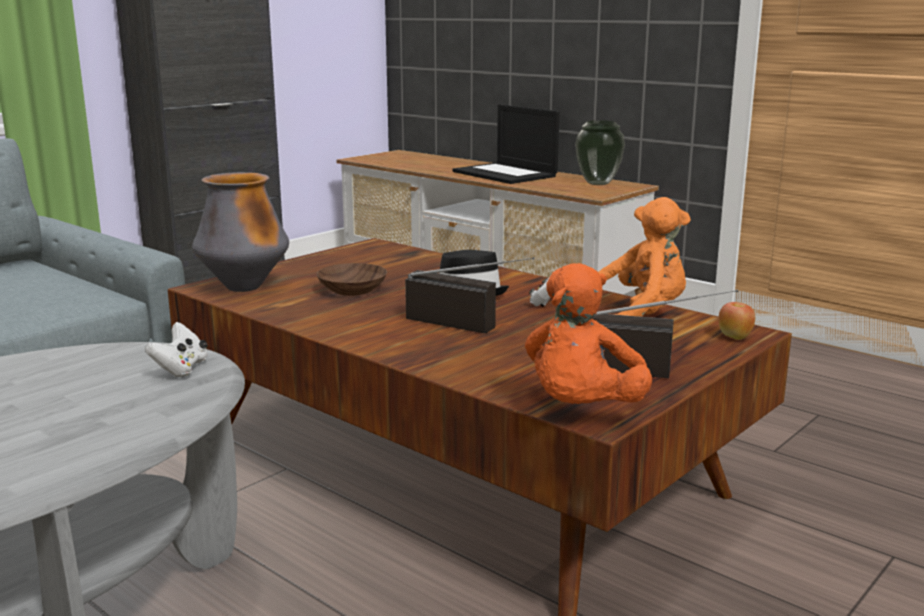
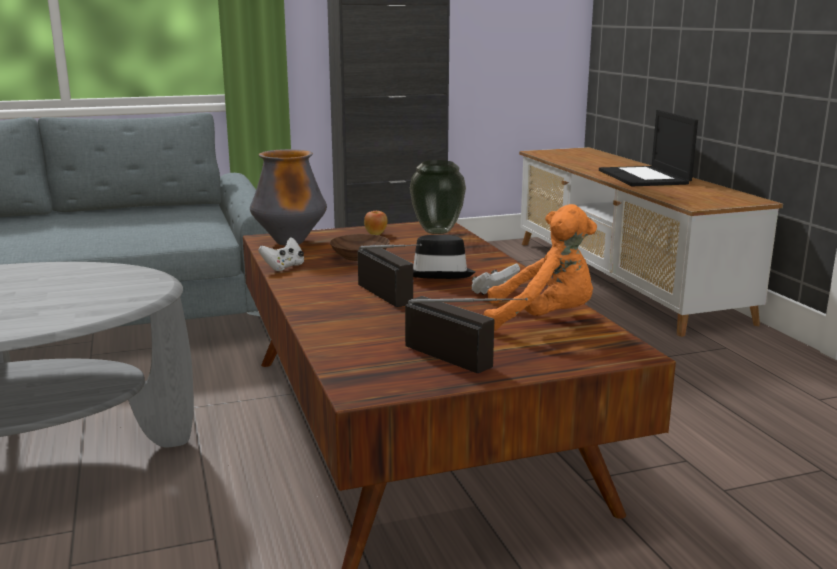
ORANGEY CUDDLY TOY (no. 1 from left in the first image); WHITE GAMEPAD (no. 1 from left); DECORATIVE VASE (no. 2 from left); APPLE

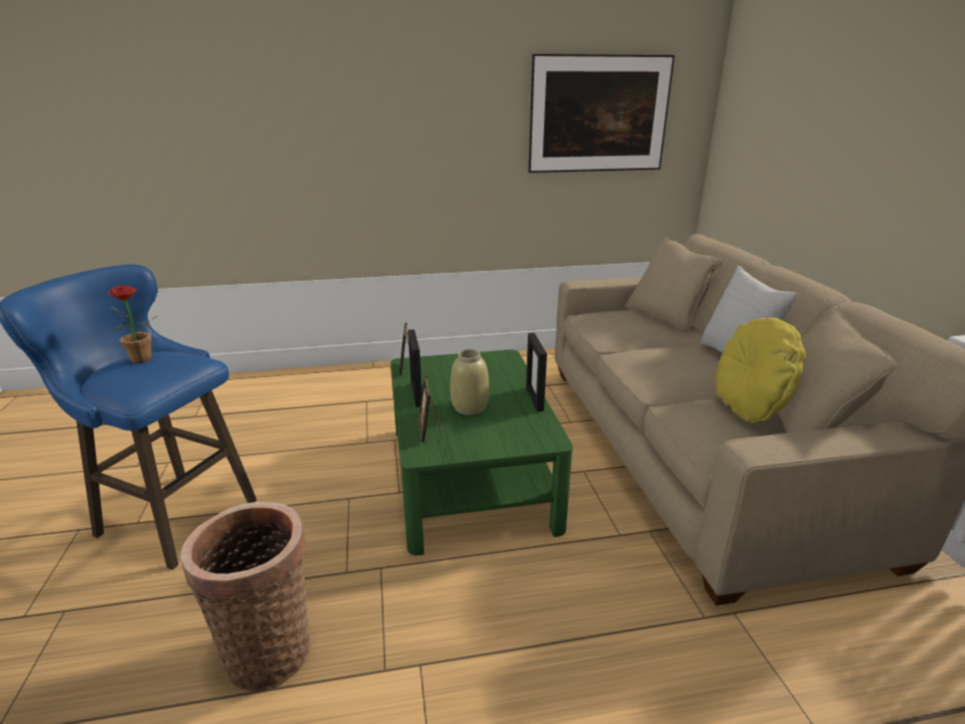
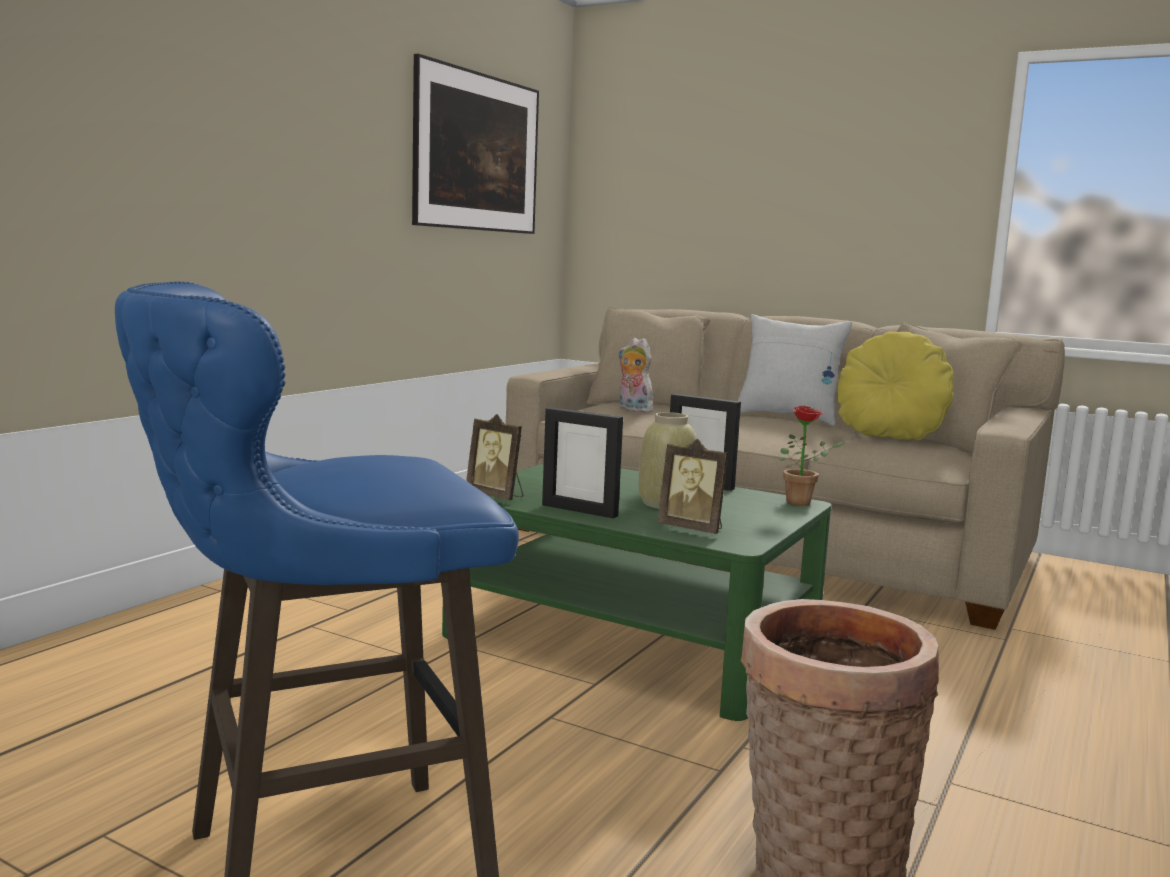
CUDDLY TOY; POTTED PLANT

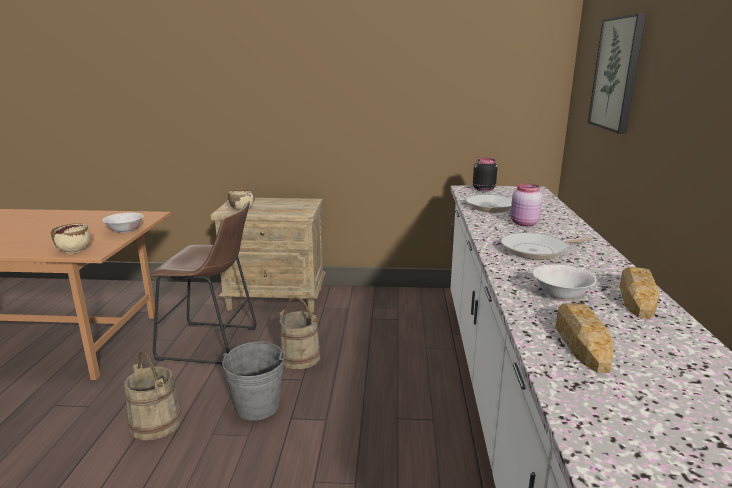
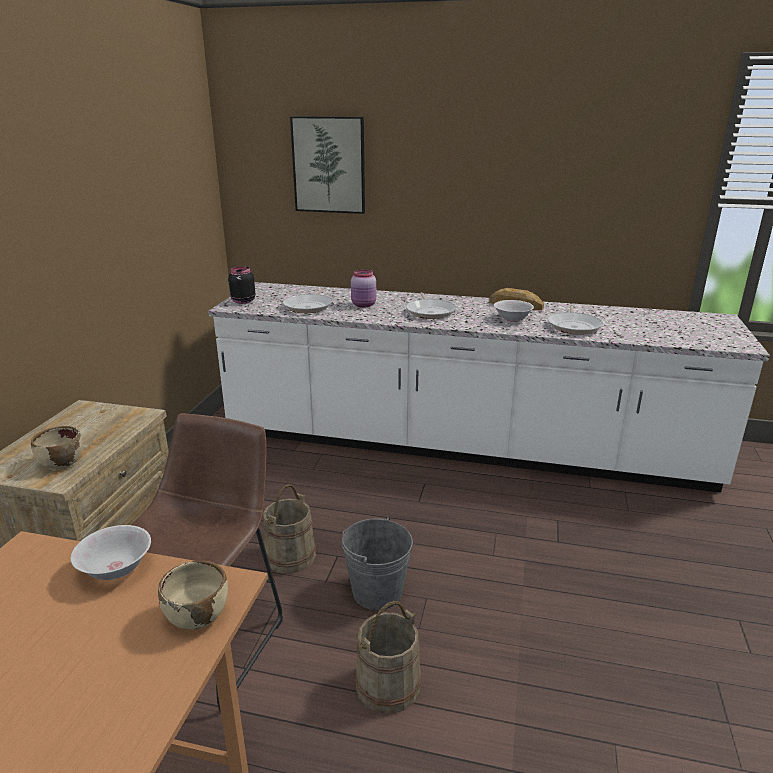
SKILLET (no. 3 from left)

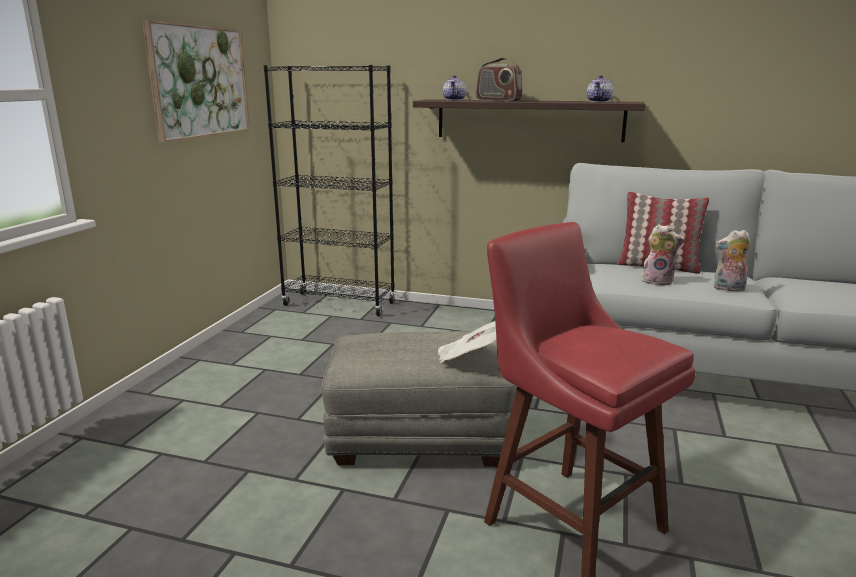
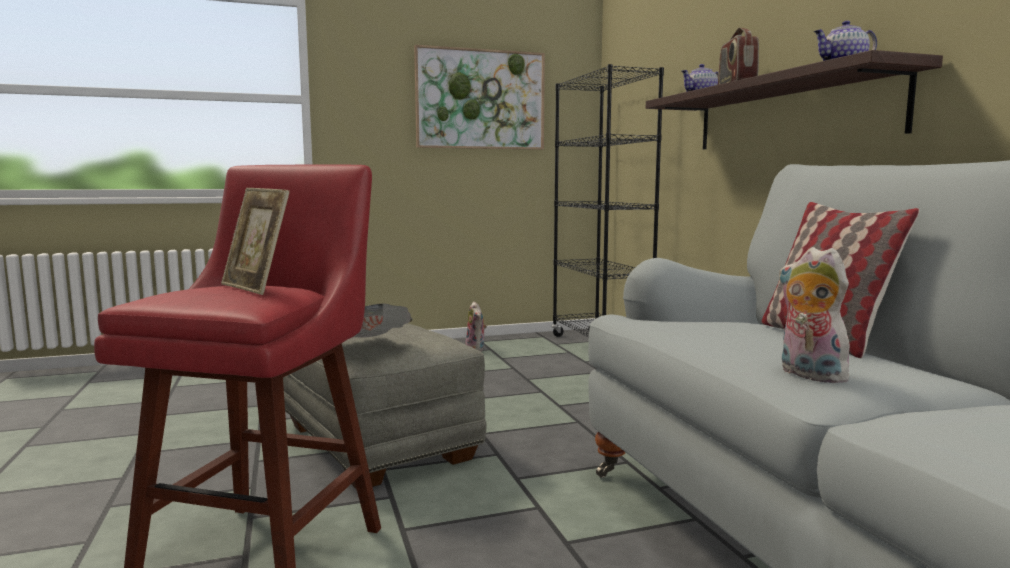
PHOTO FRAME; CUDDLY TOY (no. 1 from left)

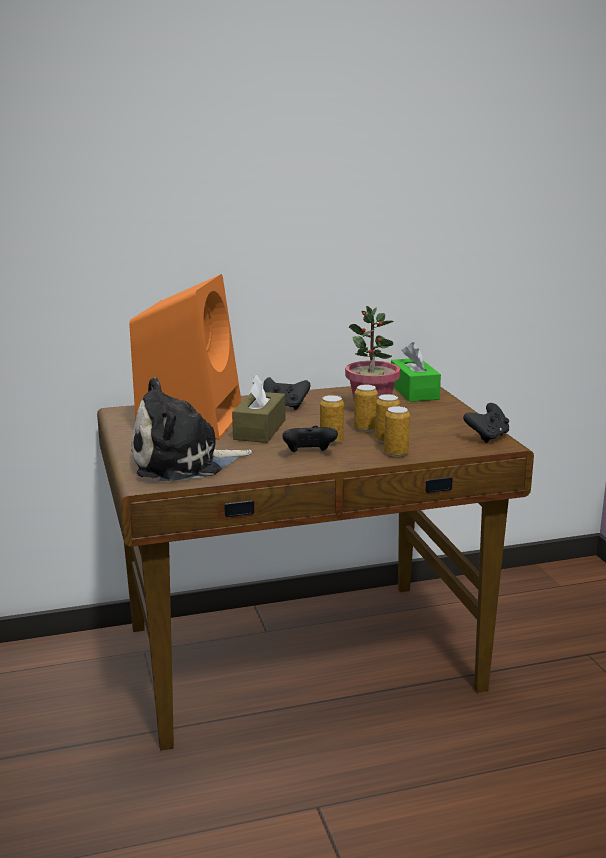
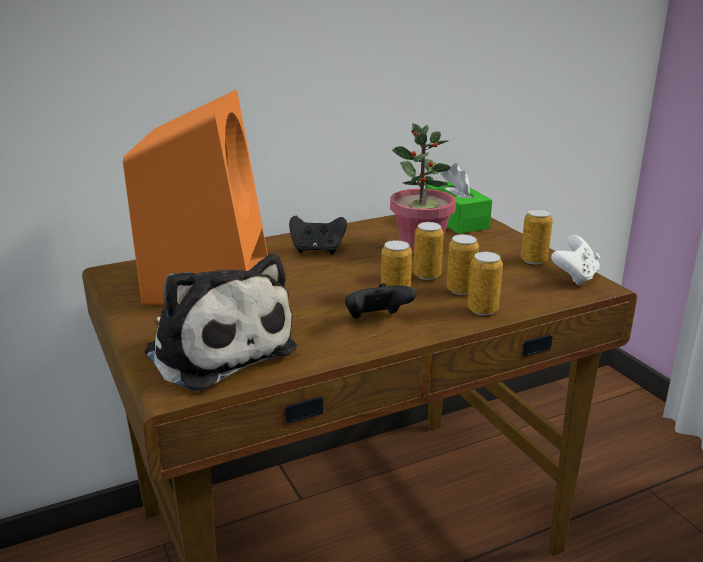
BROWN TISSUE HOLDER; CAN (no. 5 from left); WHITE GAMEPAD; CUDDLY TOY

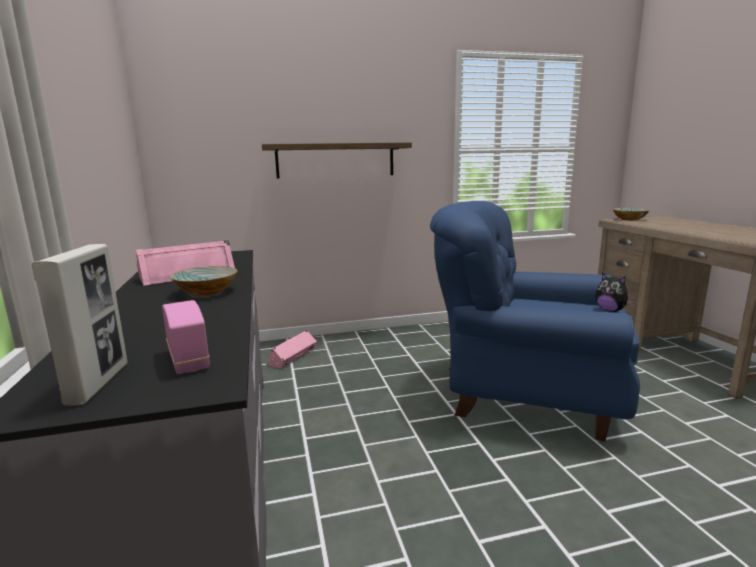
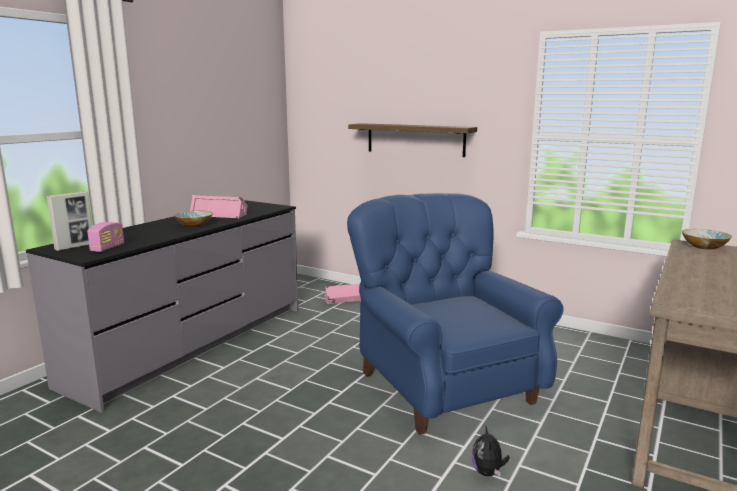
CUDDLY TOY

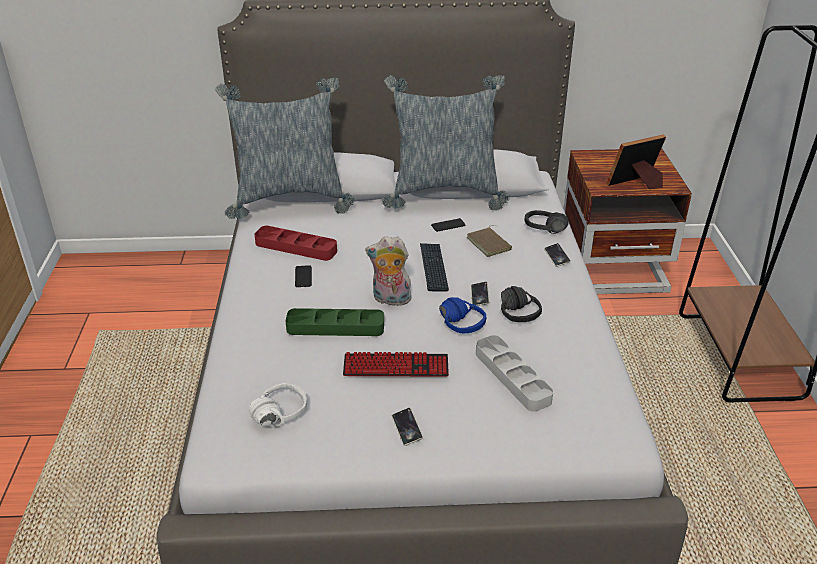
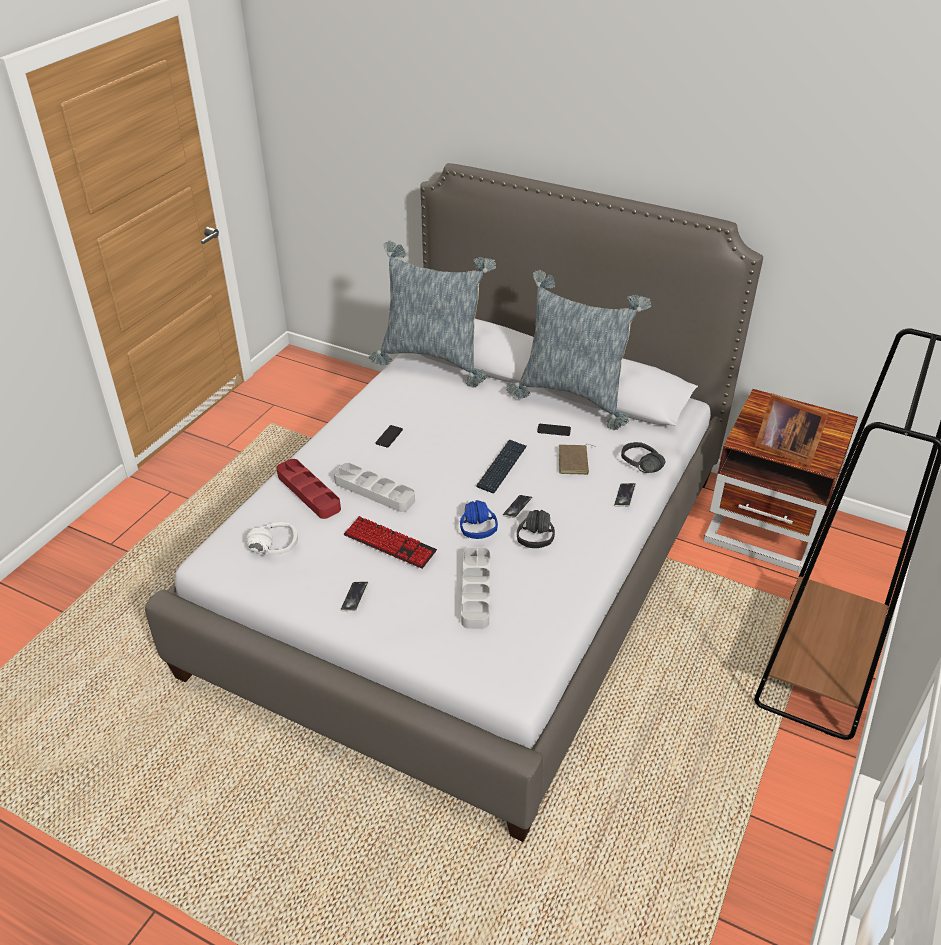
CUDDLY TOY; RED TRAY; GRAY TRAY (no. 1 from left); PHOTO FRAME

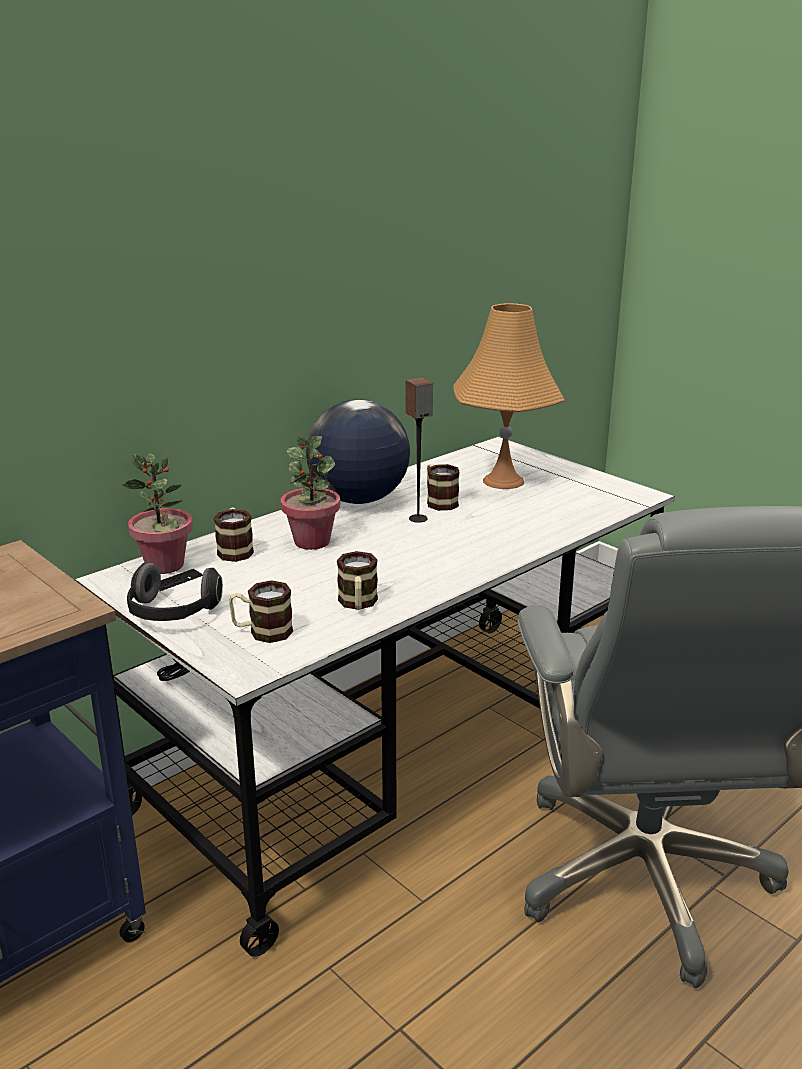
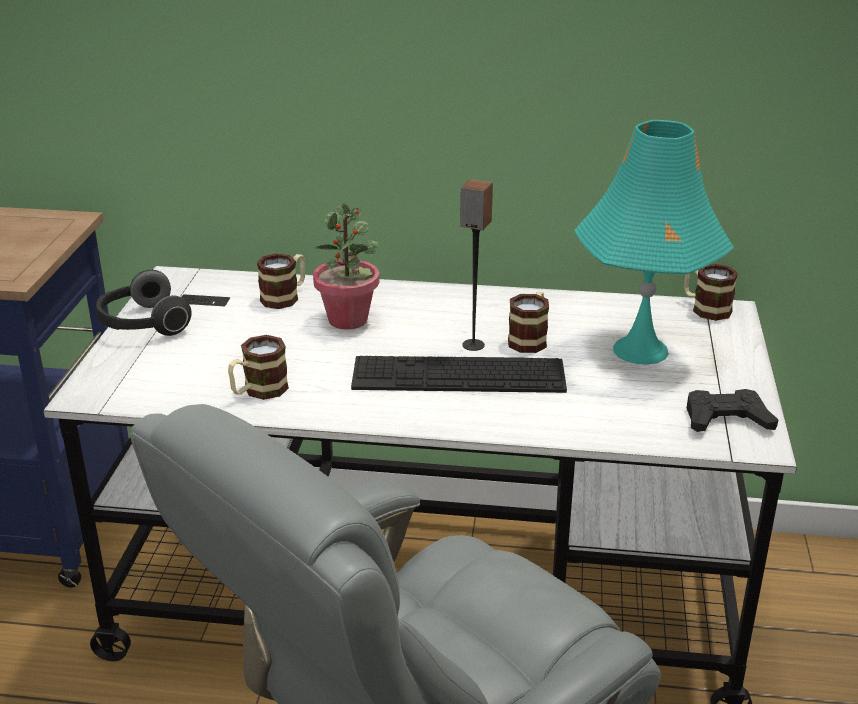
POTTED PLANT (no. 1 from left in the first image); DESK GLOBE; PC KEYBOARD; BLACK-COLOURED GAMEPAD; COFFEE MUG (no. 4 from left); TURQUOISE-COLOURED LAMP FOR A TABLE

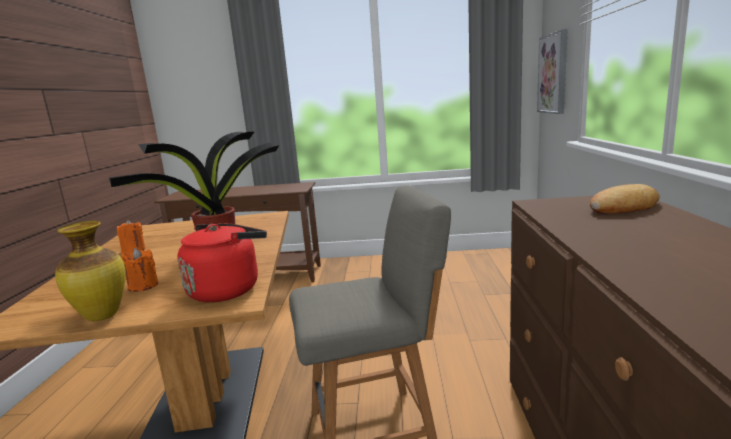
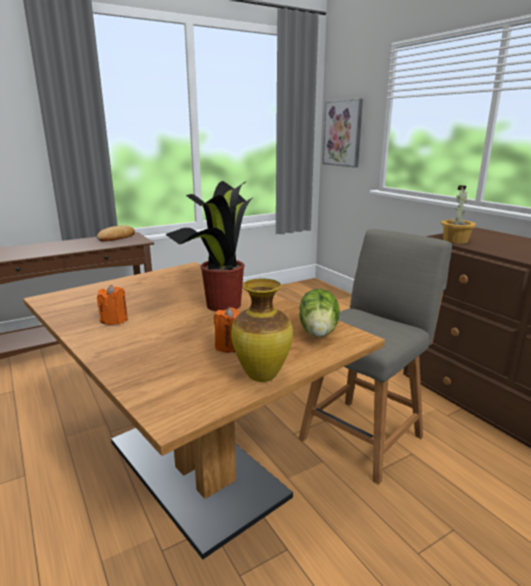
POTTED PLANT (no. 2 from left); BAKERY BREAD; LETTUCE HEAD

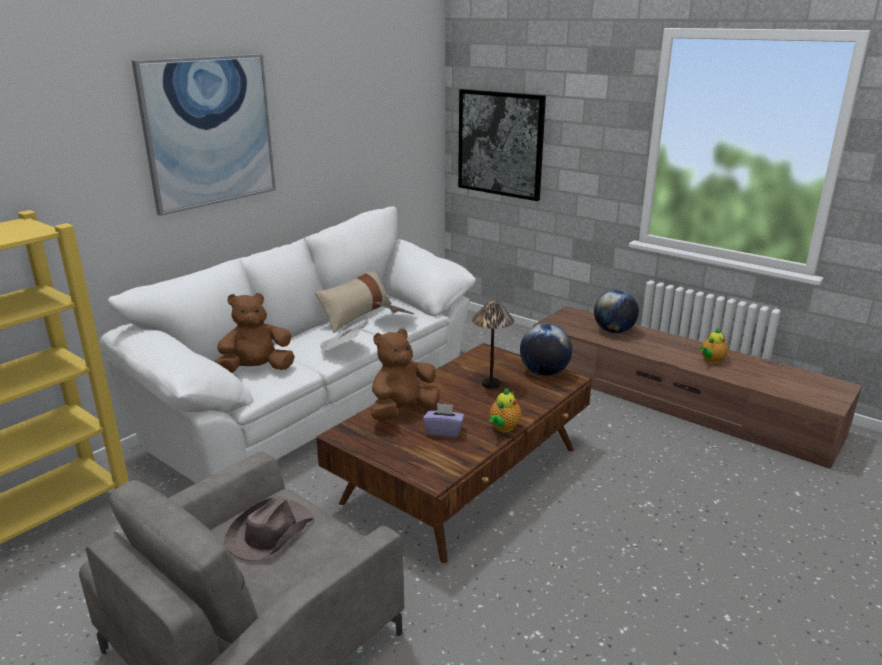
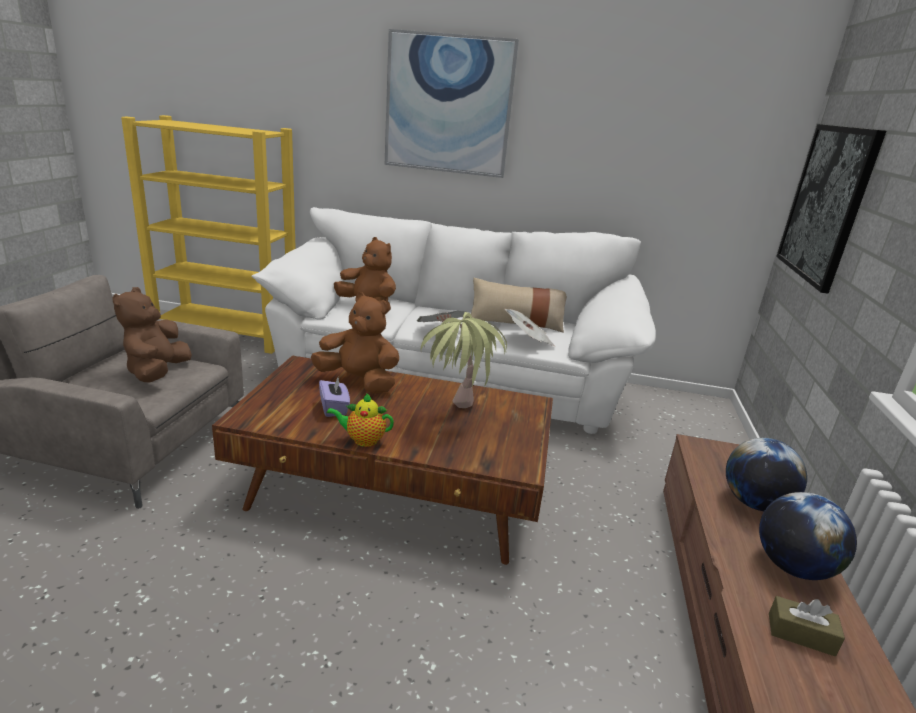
DESK GLOBE (no. 2 from left); BROWN CUDDLY TOY (no. 1 from left); POTTED PLANT; BROWN TISSUE HOLDER

